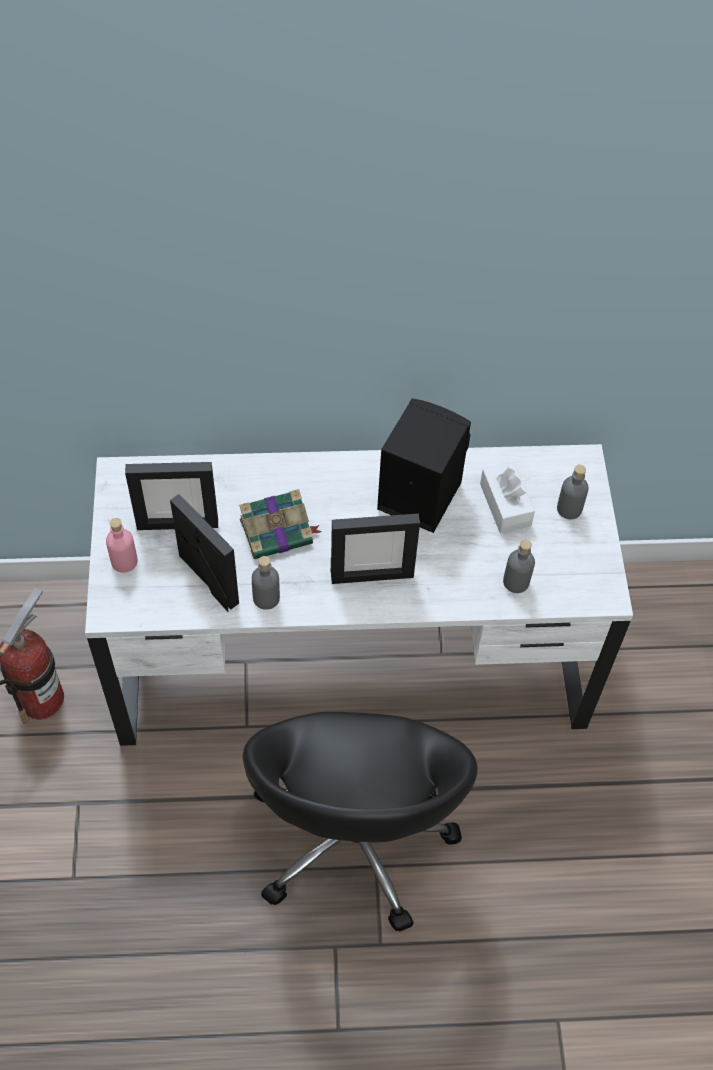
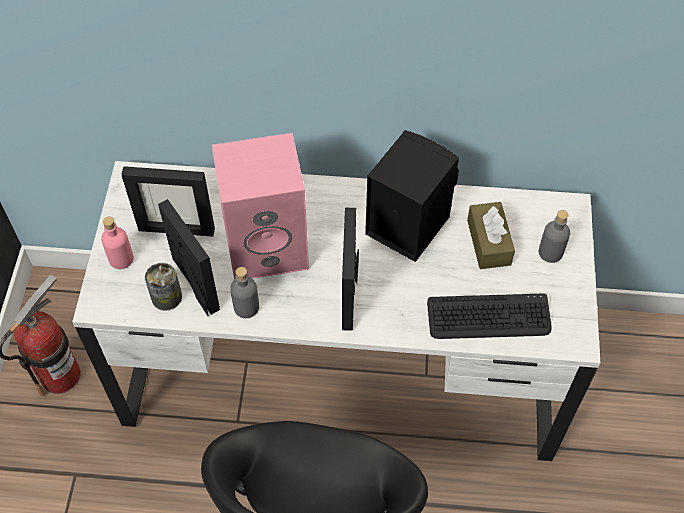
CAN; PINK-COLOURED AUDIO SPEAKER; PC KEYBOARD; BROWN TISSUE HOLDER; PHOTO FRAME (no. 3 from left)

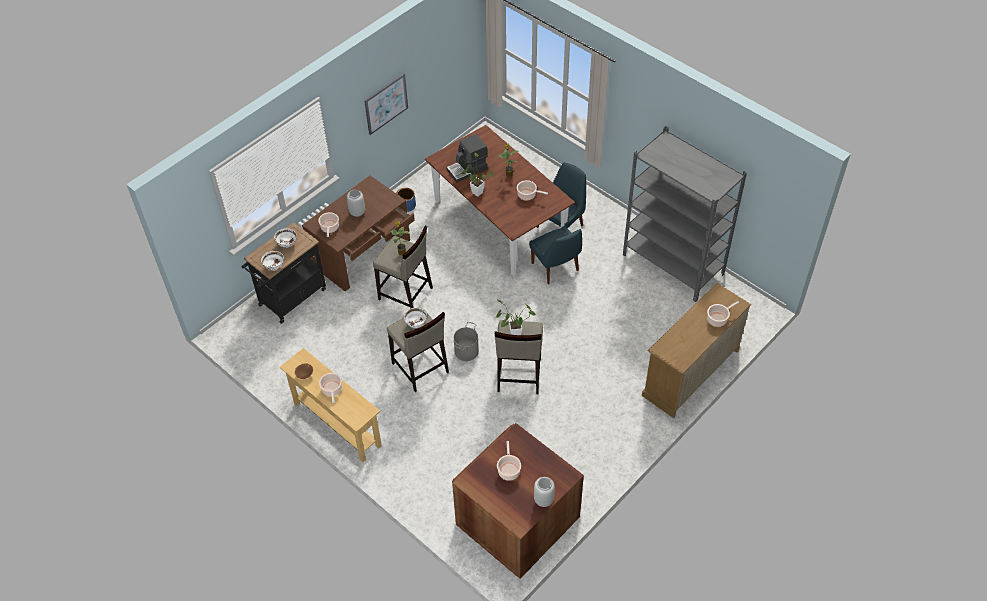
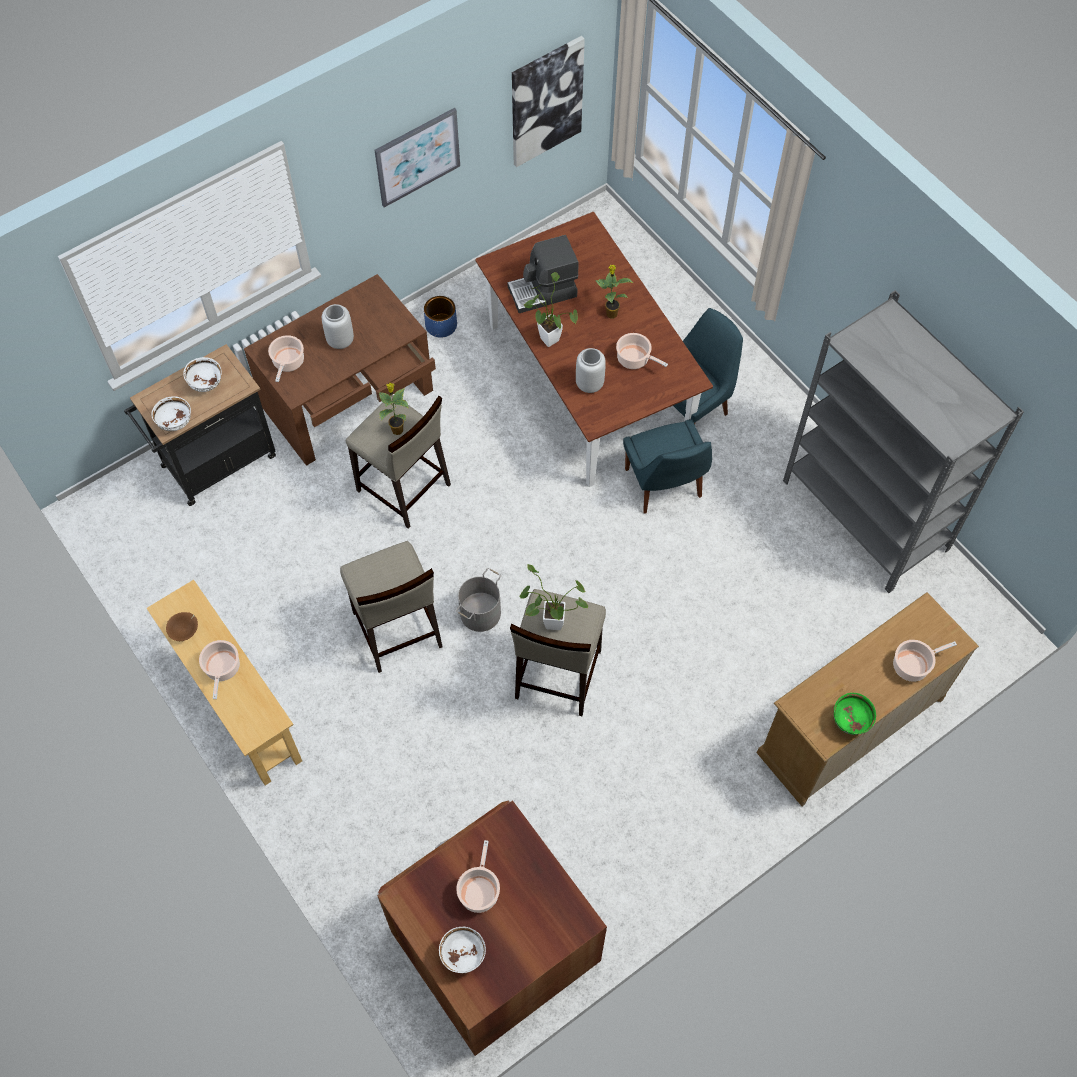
WALL PICTURE (no. 2 from left); GREENISH DEEP DISH; WHITE DEEP DISH (no. 3 from left); GRAY DECORATIVE VASE (no. 2 from left)

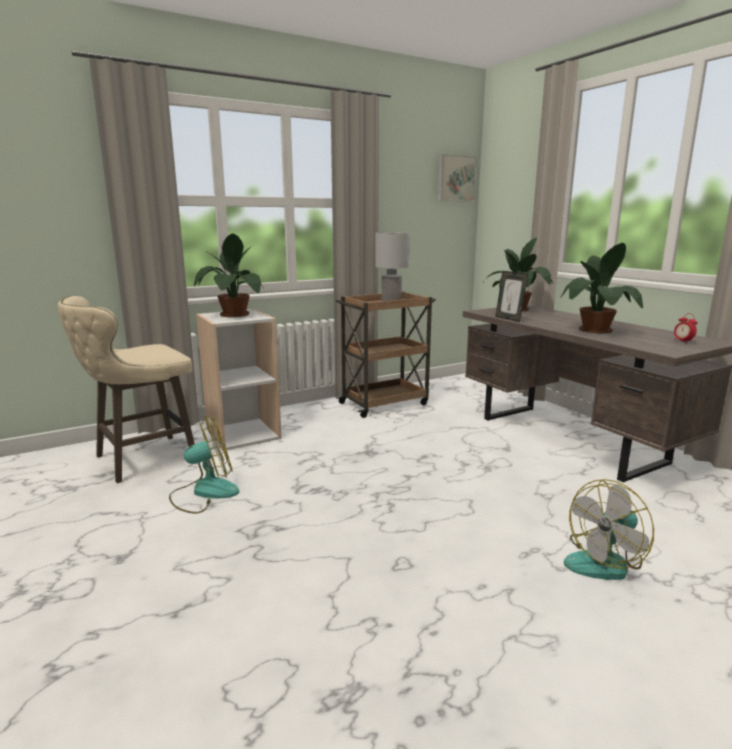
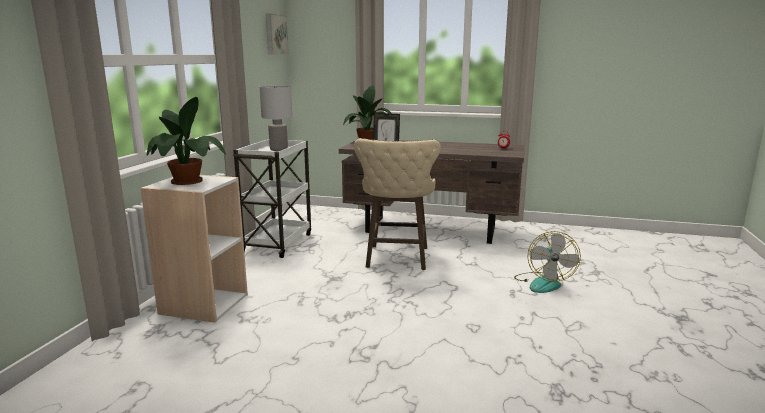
COOLING FAN (no. 1 from left in the first image); POTTED PLANT (no. 3 from left in the first image); BEIGE-COLOURED STOOL SEAT; WHITE TROLLEY

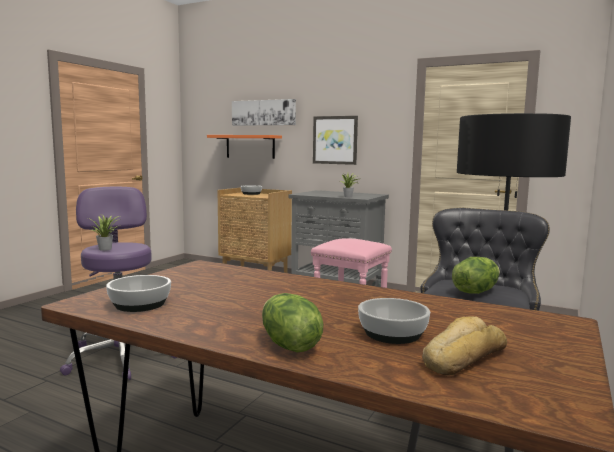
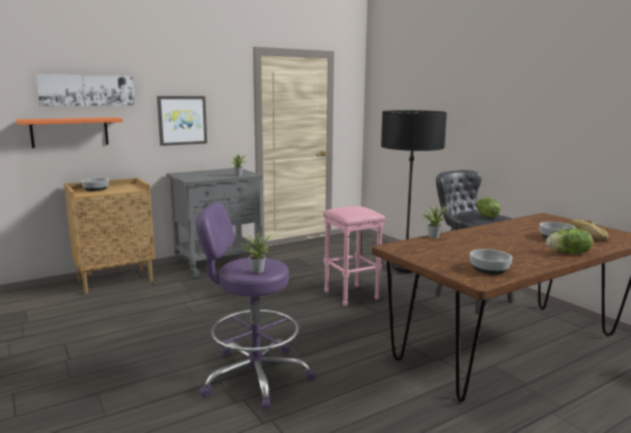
POTTED PLANT (no. 3 from left)

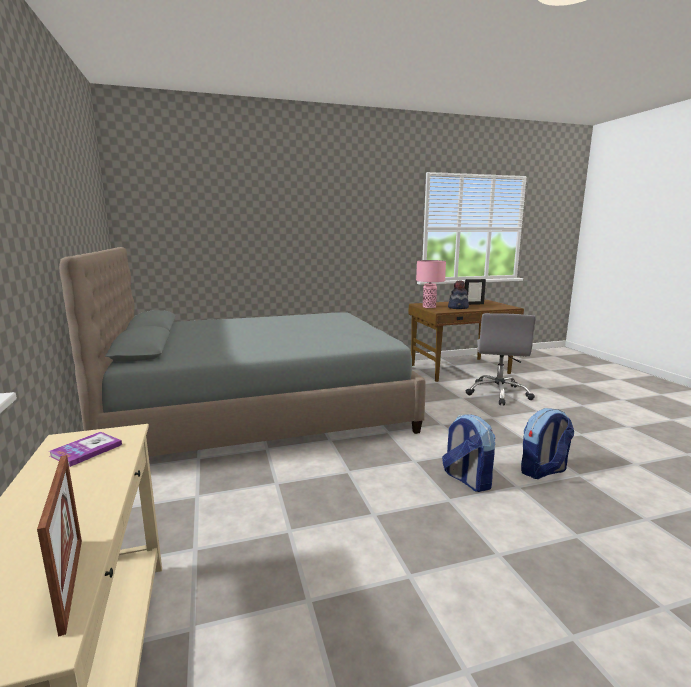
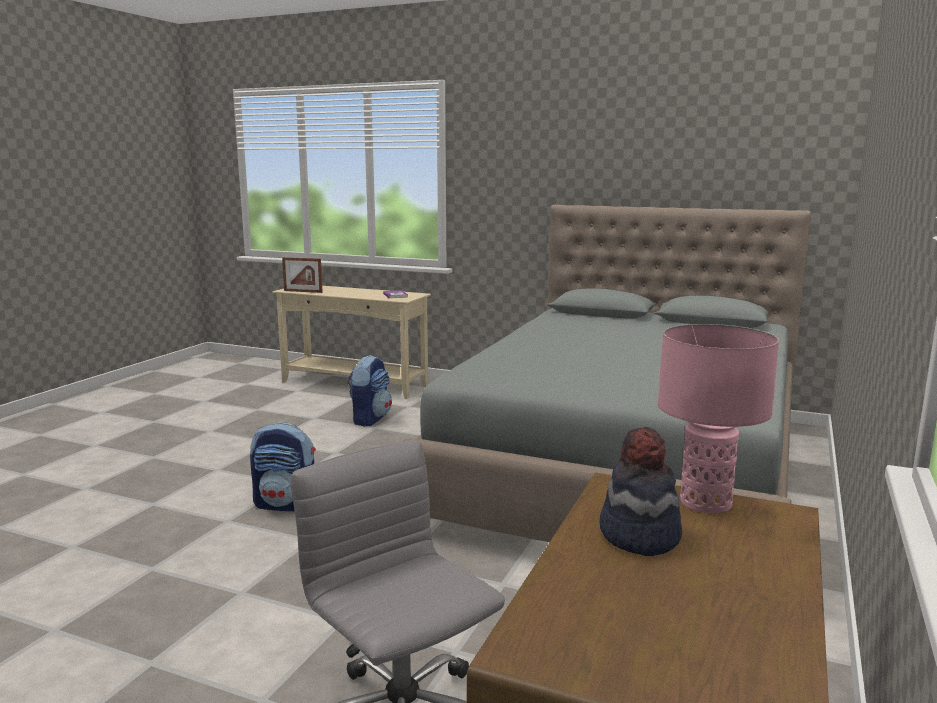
PHOTO FRAME (no. 2 from left in the first image); KNAPSACK (no. 2 from left)

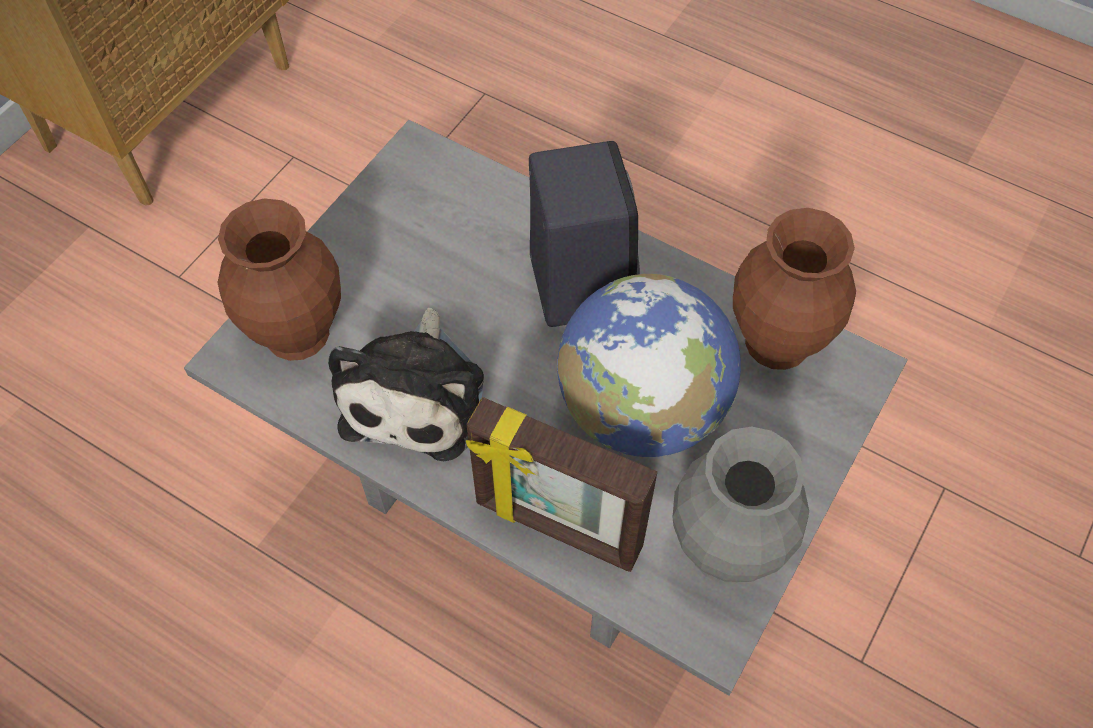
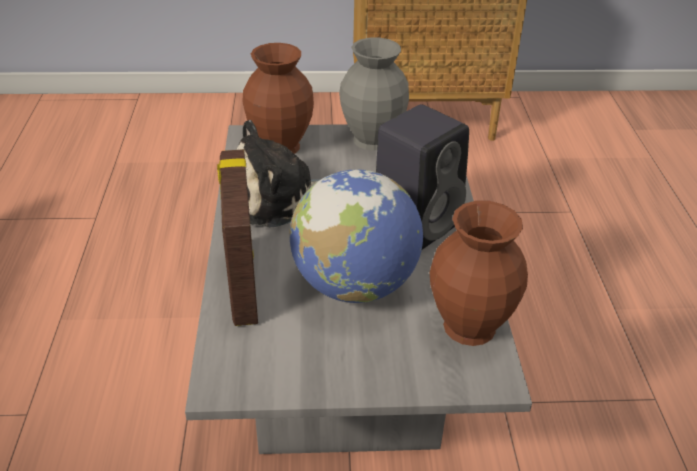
GRAY DECORATIVE VASE

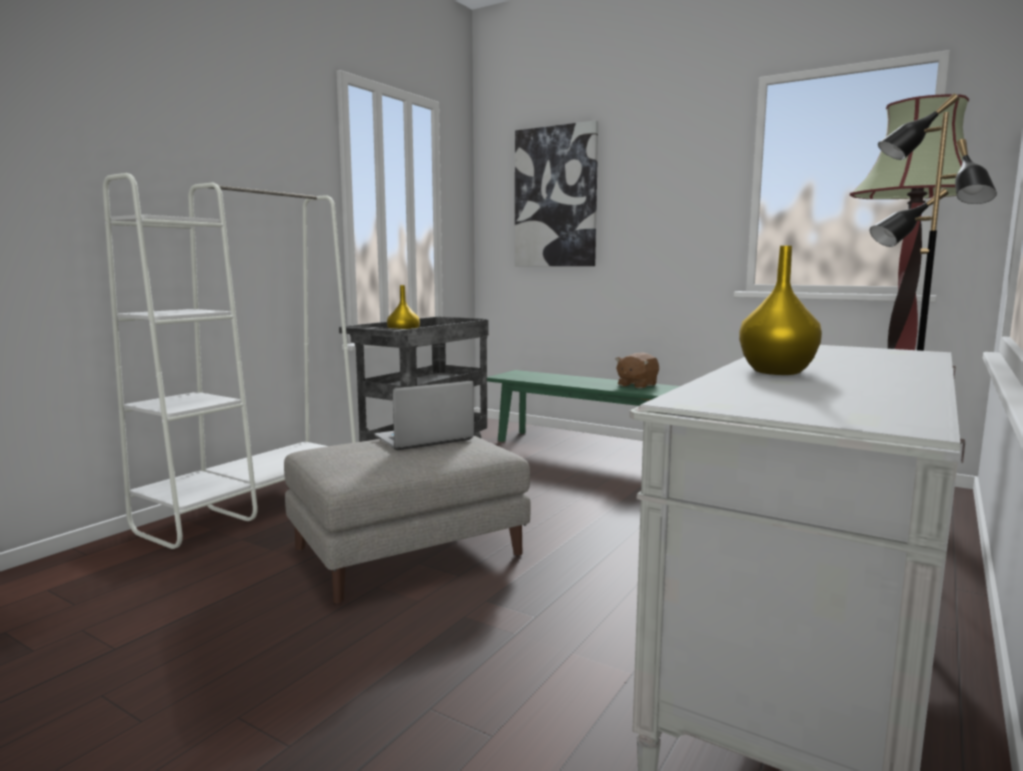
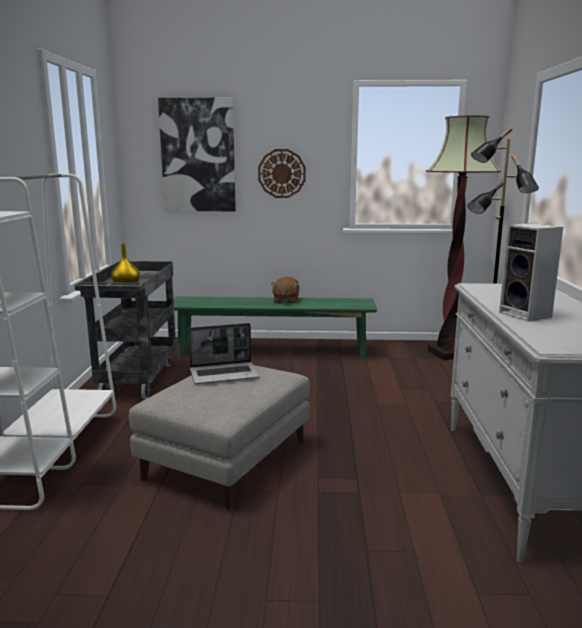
CLOCK ON THE WALL; AUDIO SPEAKER; PORTABLE COMPUTER

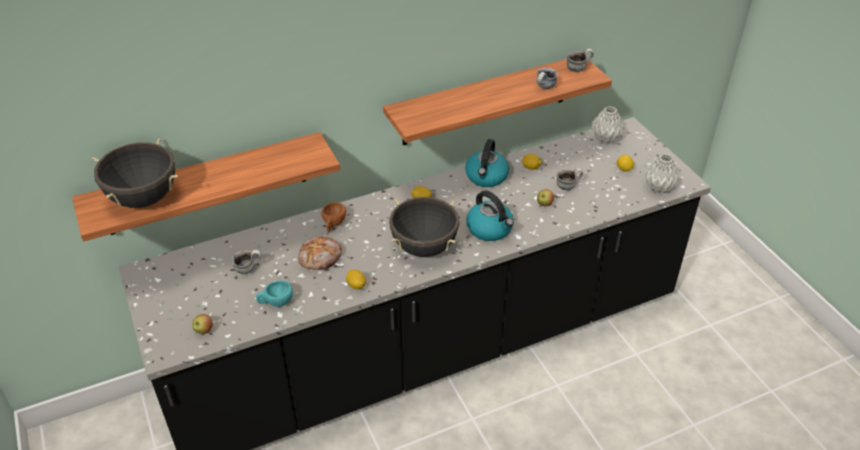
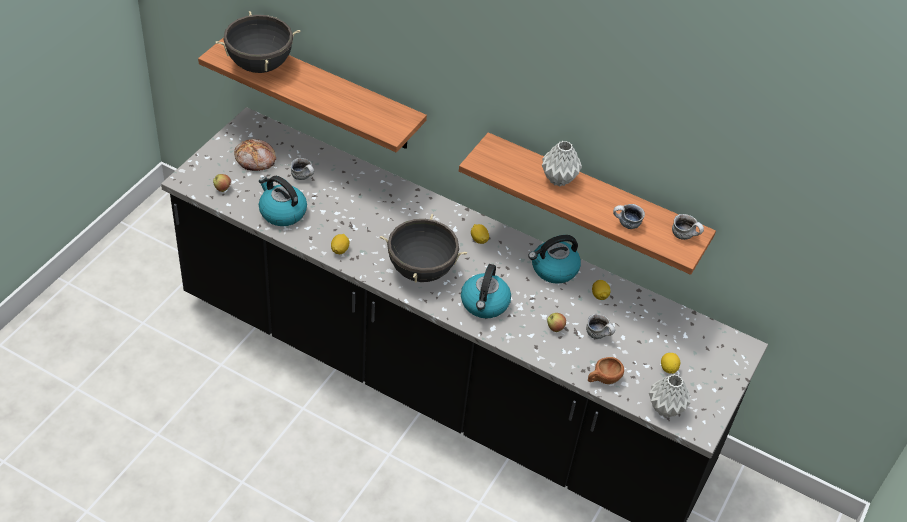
BAKERY BREAD; BROWN CUP; GRAY DECORATIVE VASE (no. 1 from left); TEA KETTLE (no. 1 from left)

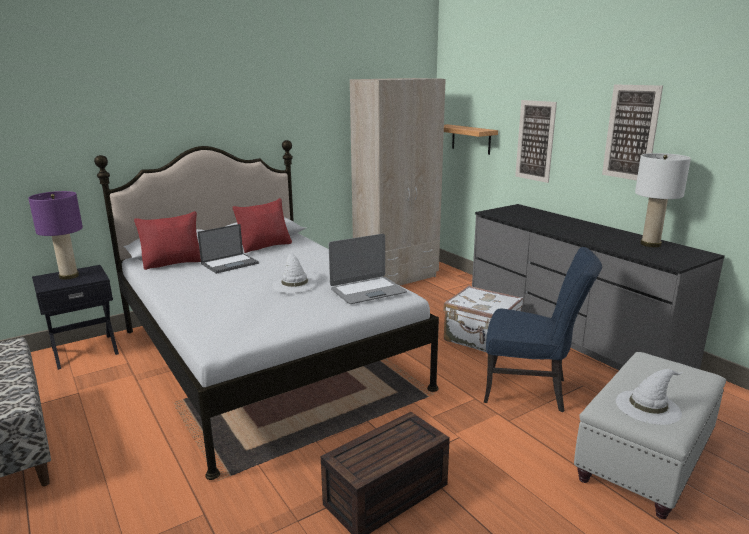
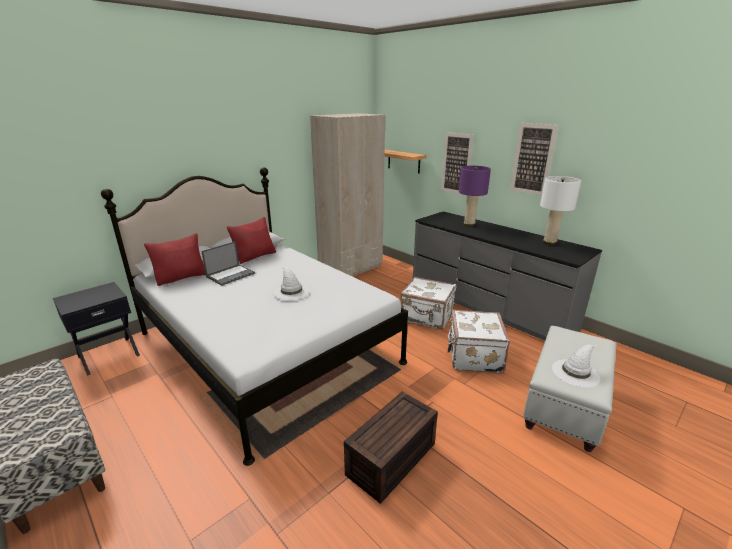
PORTABLE COMPUTER (no. 2 from left in the first image); PURPLE-COLOURED LAMP FOR A TABLE; WHITE TRAVEL CASE (no. 2 from left)

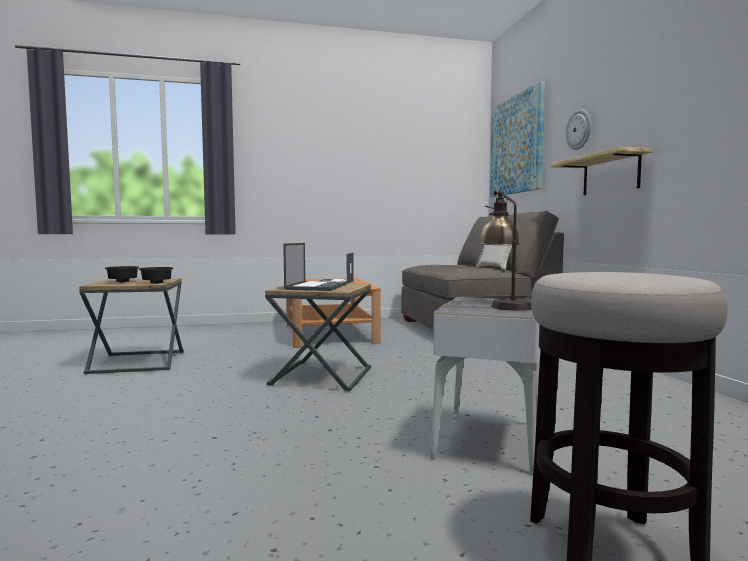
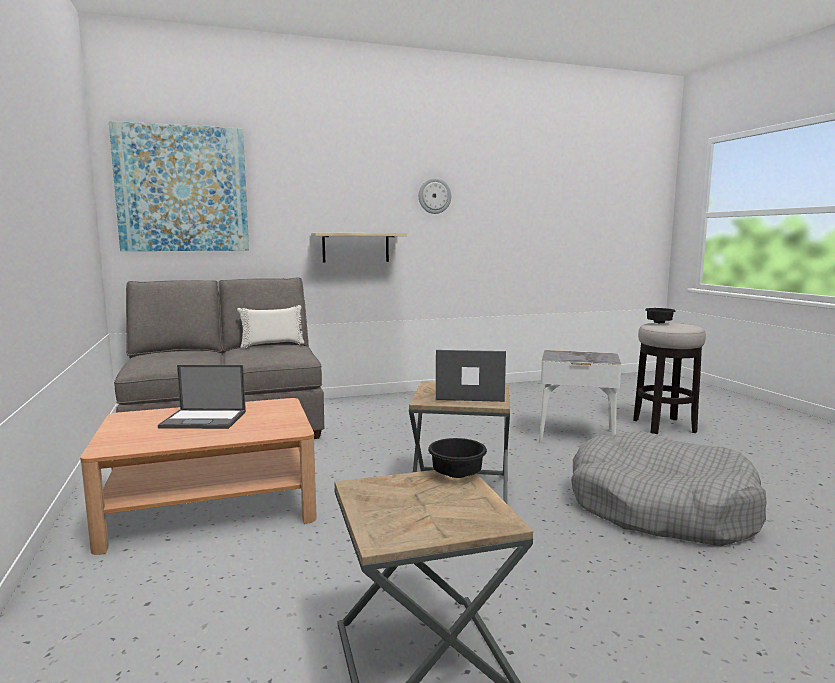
LAMP FOR A TABLE; GRAY DOG CUSHION; BLACK-COLOURED DEEP DISH (no. 2 from left); CLOCK ON THE WALL

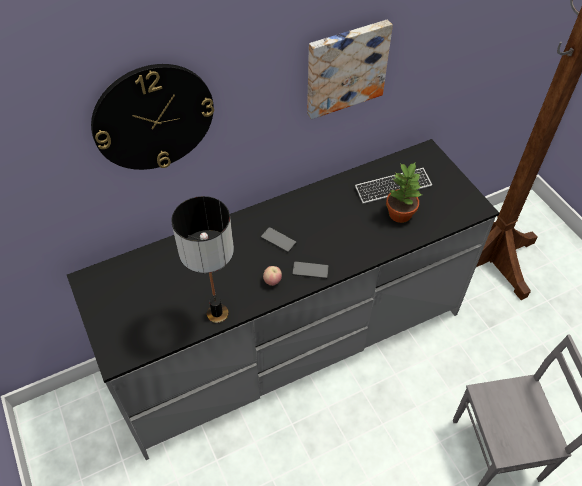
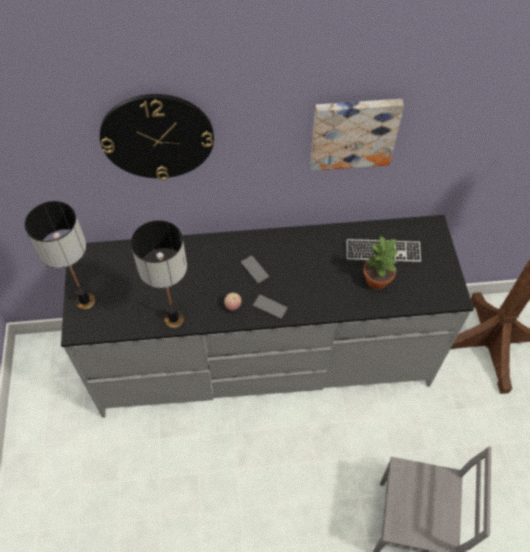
LAMP FOR A TABLE (no. 1 from left)

